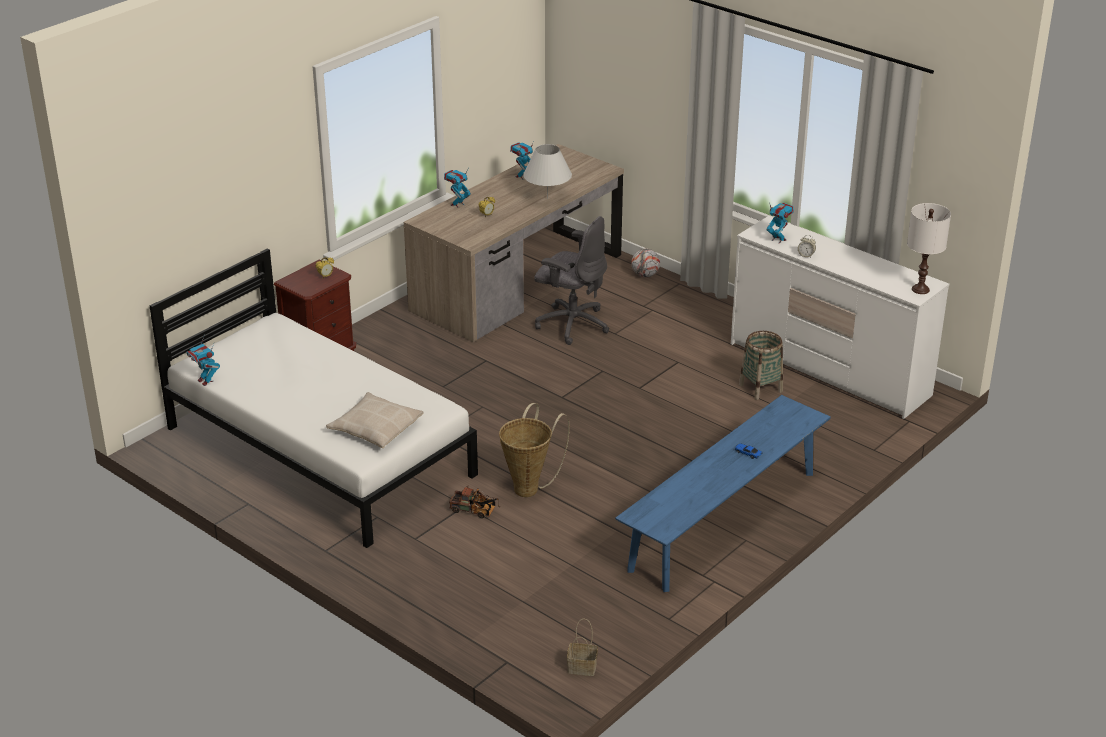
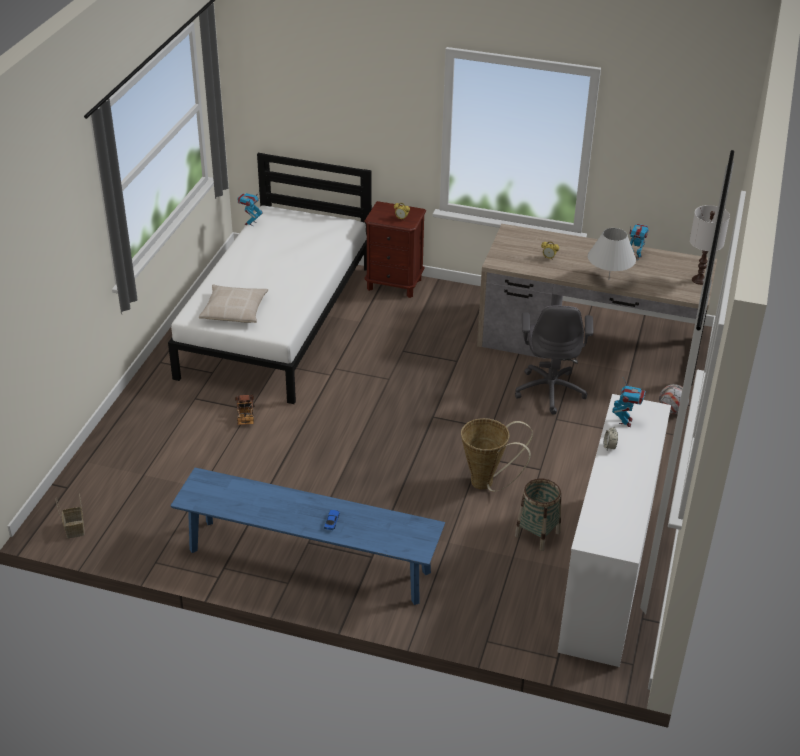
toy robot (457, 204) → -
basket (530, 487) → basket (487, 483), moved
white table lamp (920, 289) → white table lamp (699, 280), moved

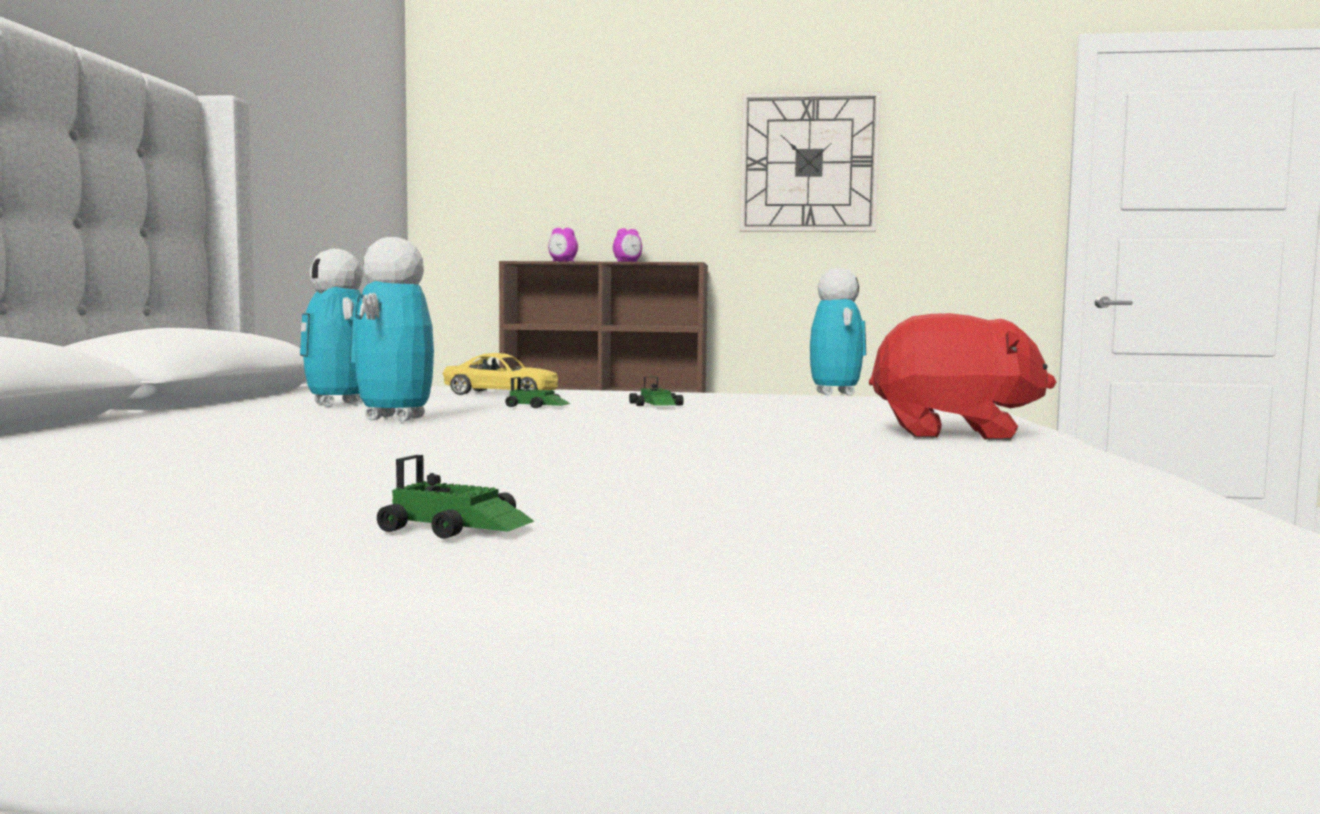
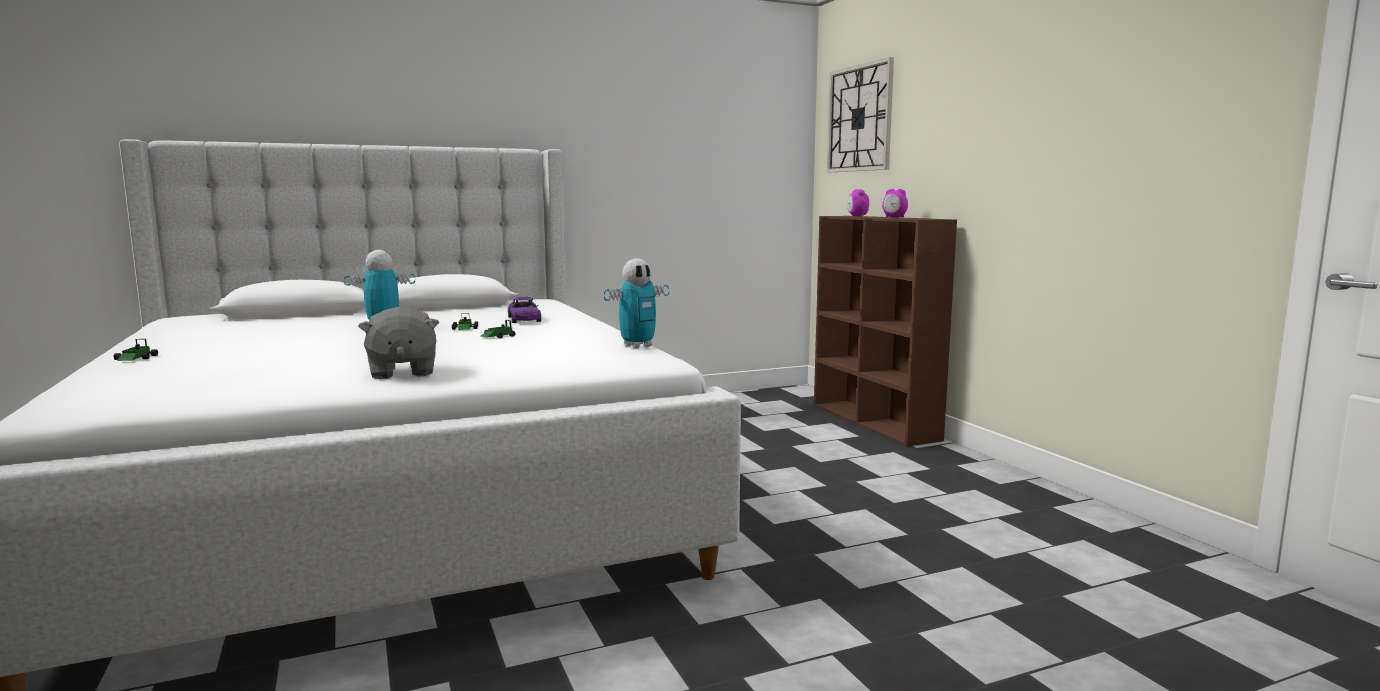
toy robot (338, 404) → -
wall clock (808, 163) → wall clock (859, 118), moved
yellow toy car (501, 394) → purple toy car (524, 319)
red plush toy (953, 433) → grey plush toy (402, 372)

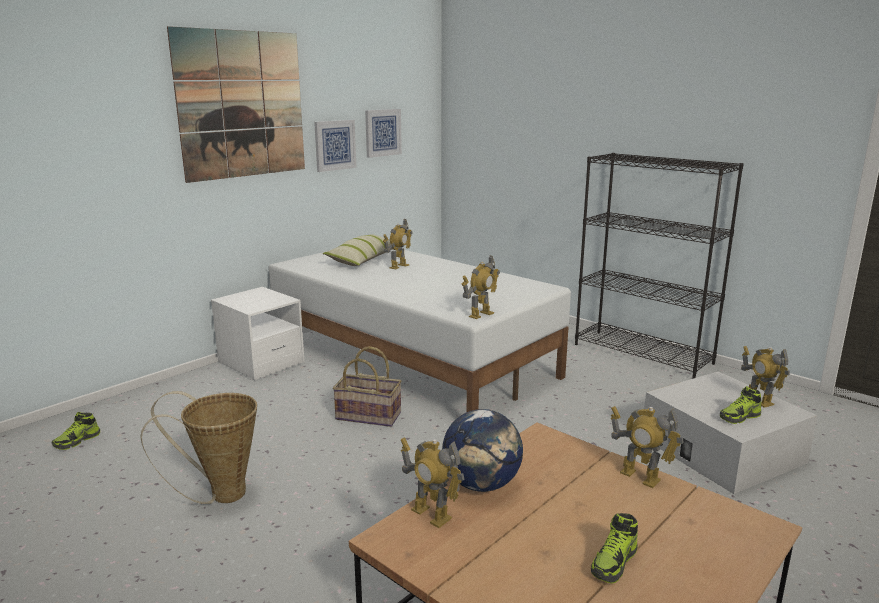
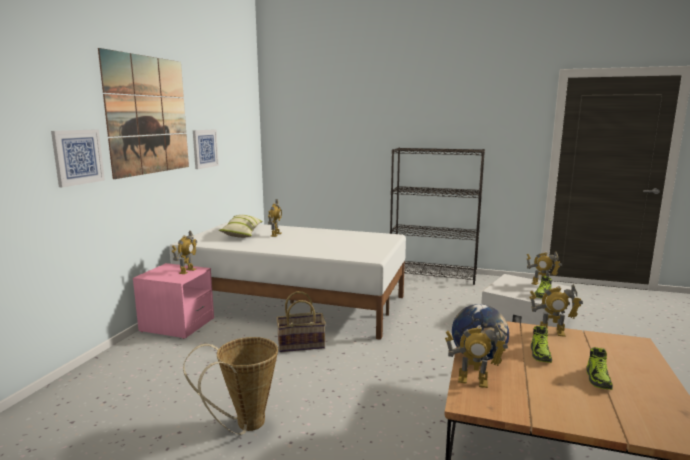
shoe (77, 441) → shoe (540, 354), moved
picture (382, 132) → picture (77, 157), moved
toy robot (480, 314) → toy robot (187, 271), moved
white nightstand (261, 363) → pink nightstand (177, 325)

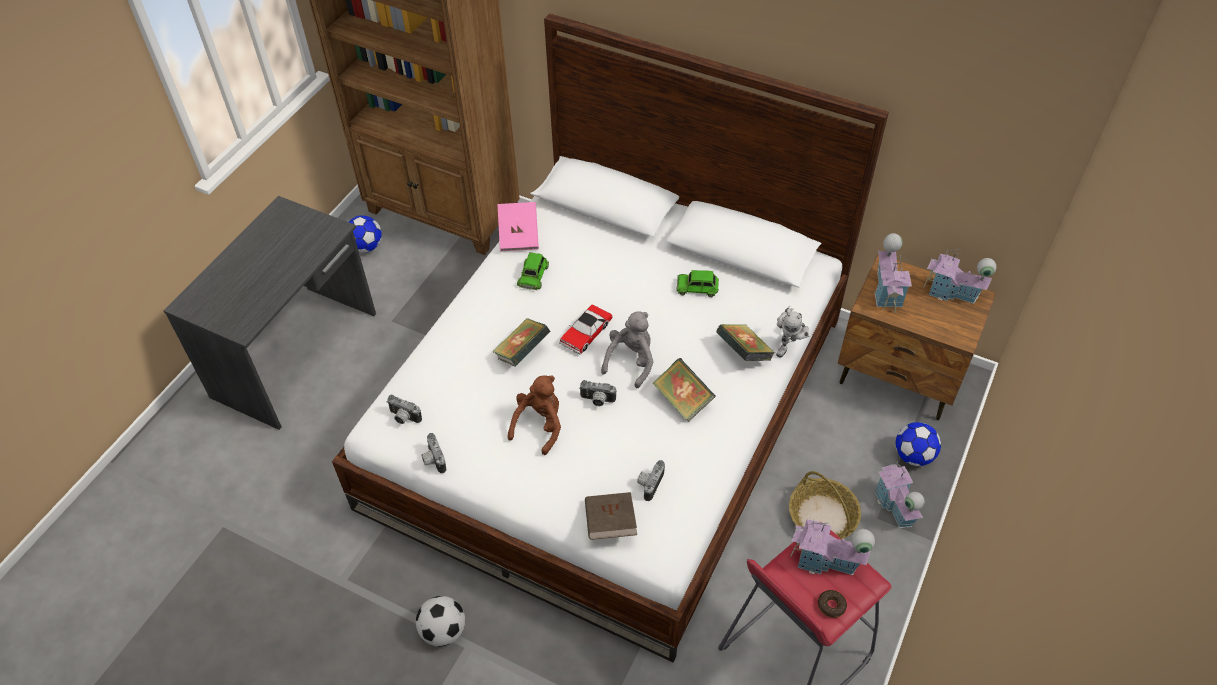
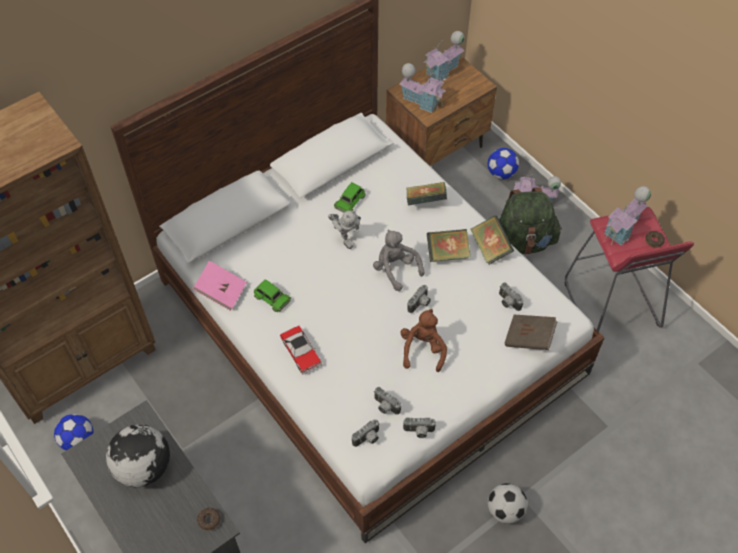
- → globe (143, 467)
- → donut (209, 520)
- → photo camera (385, 407)
book (522, 352) → book (490, 248), moved
toy car (585, 333) → toy car (301, 352), moved
toy robot (789, 346) → toy robot (344, 237), moved
basket (823, 516) → green backpack (522, 242)
brown plush toy (540, 425) → brown plush toy (423, 349), 45 degrees clockwise

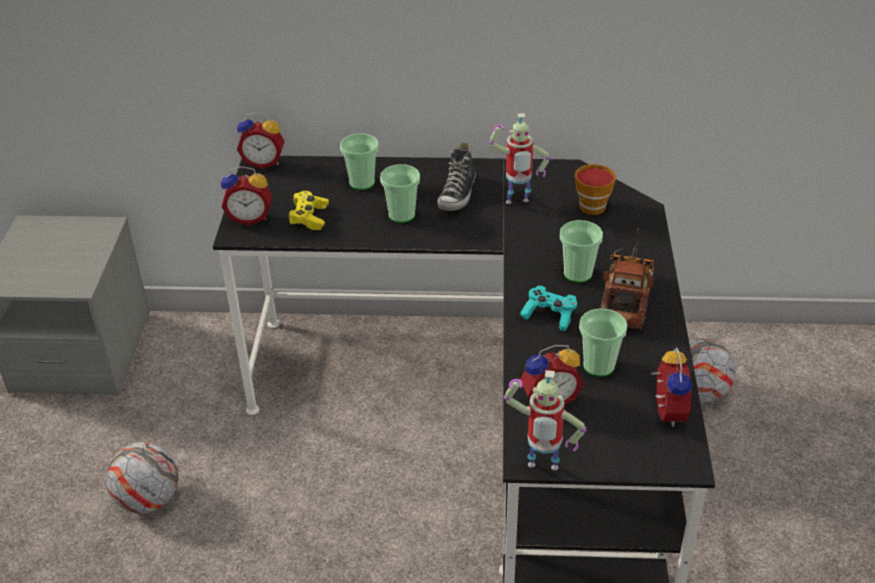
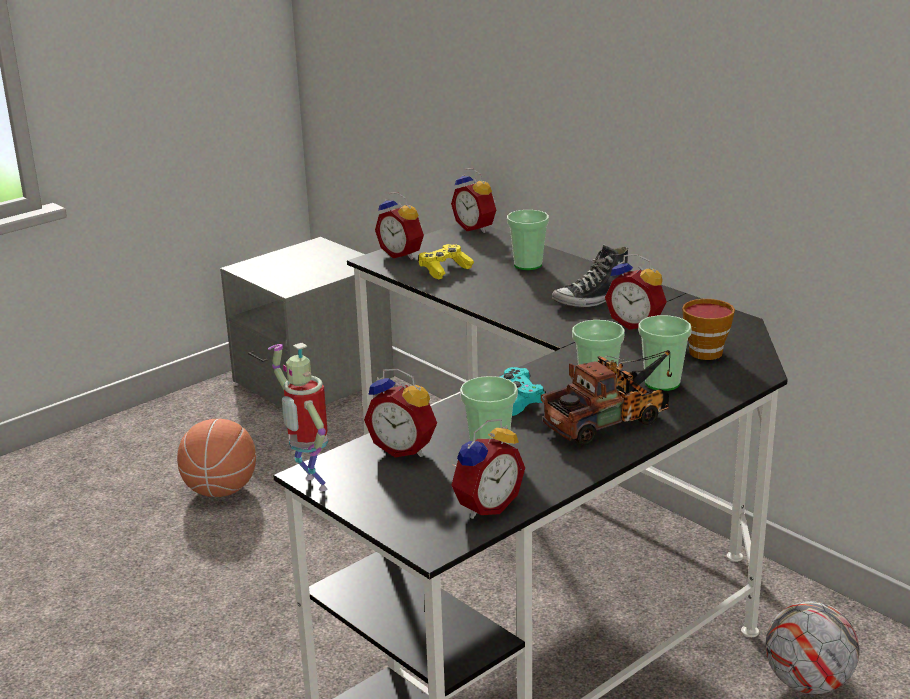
cup (401, 215) → cup (662, 383), moved
football (148, 500) → basketball (221, 490)
toy robot (517, 203) → alarm clock (636, 324)

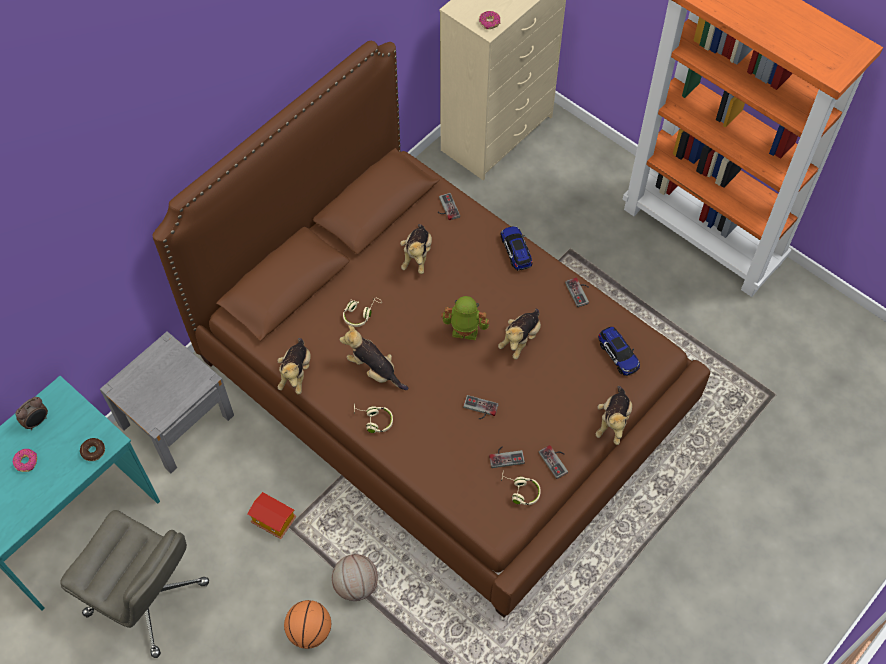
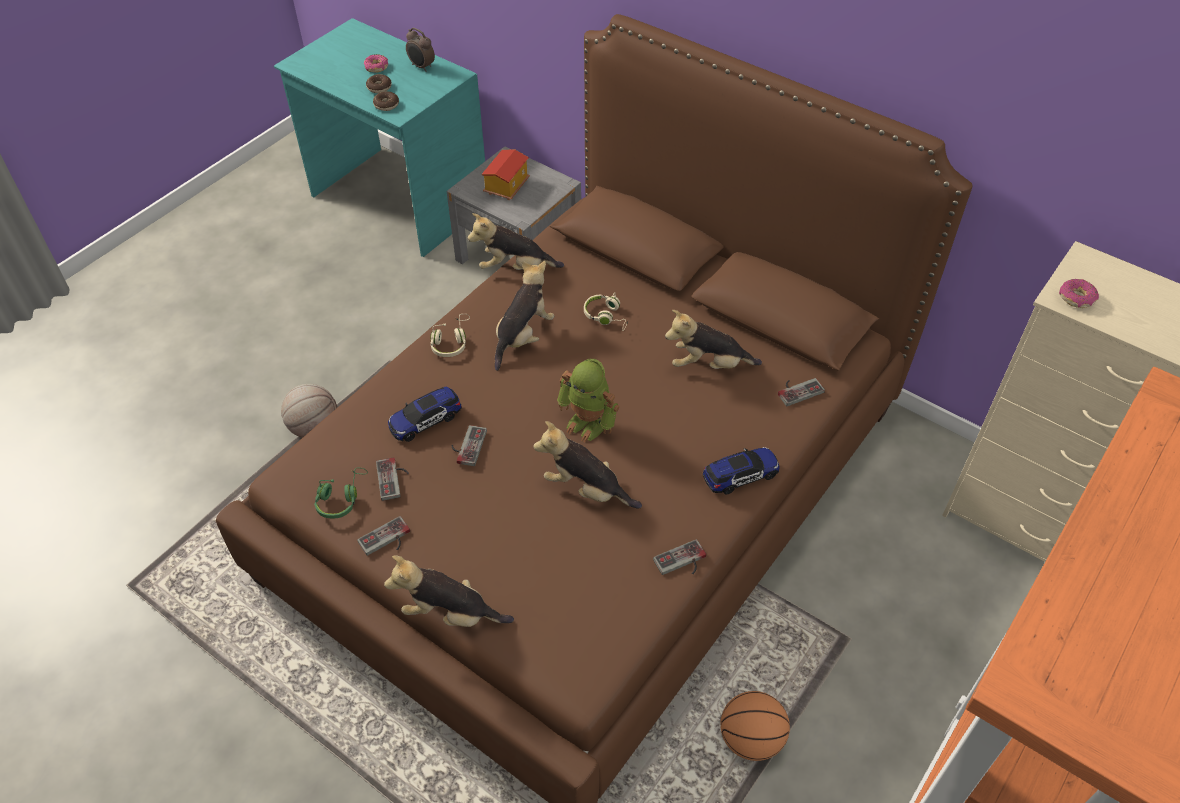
grey office chair (148, 598) → -
- → donut (379, 87)
toy house (273, 521) → toy house (506, 186), moved
basketball (309, 631) → basketball (751, 739), moved
toy car (618, 354) → toy car (425, 420), moved
beige headphones (520, 491) → green headphones (341, 498)
toy robot (464, 333) → toy robot (589, 423), 120 degrees clockwise

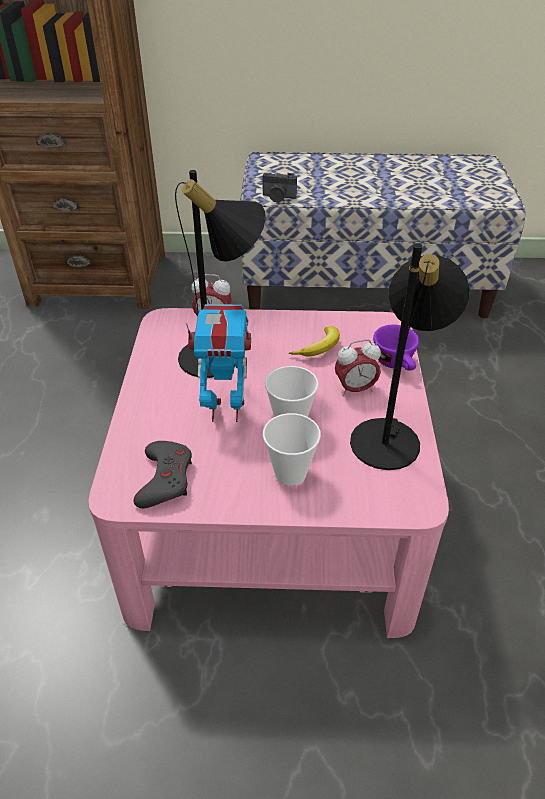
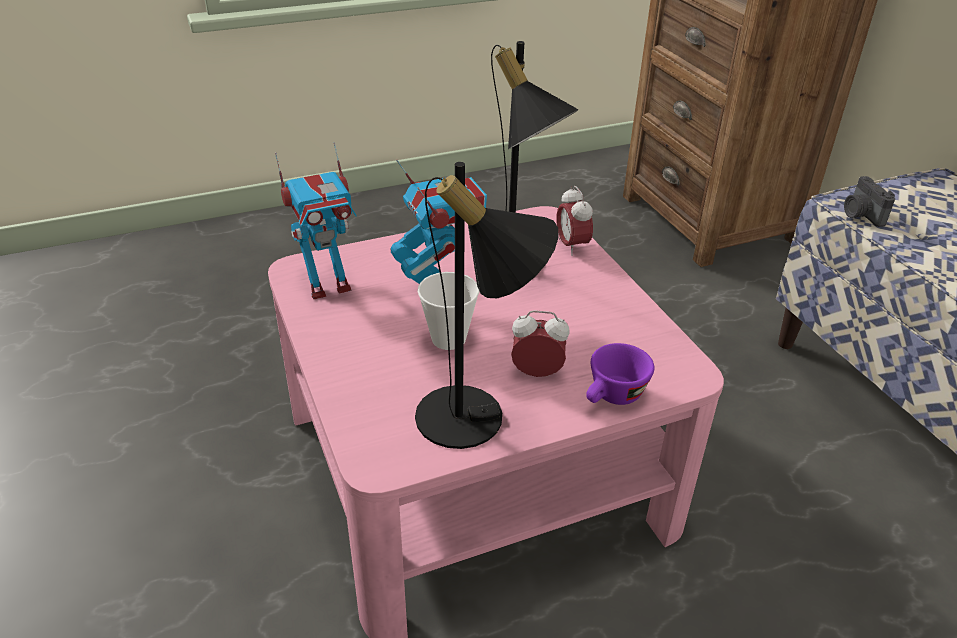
cup (290, 473) → -
banana (319, 348) → -
grey game controller (165, 478) → toy robot (328, 286)
alarm clock (355, 389) → alarm clock (537, 373), 135 degrees clockwise

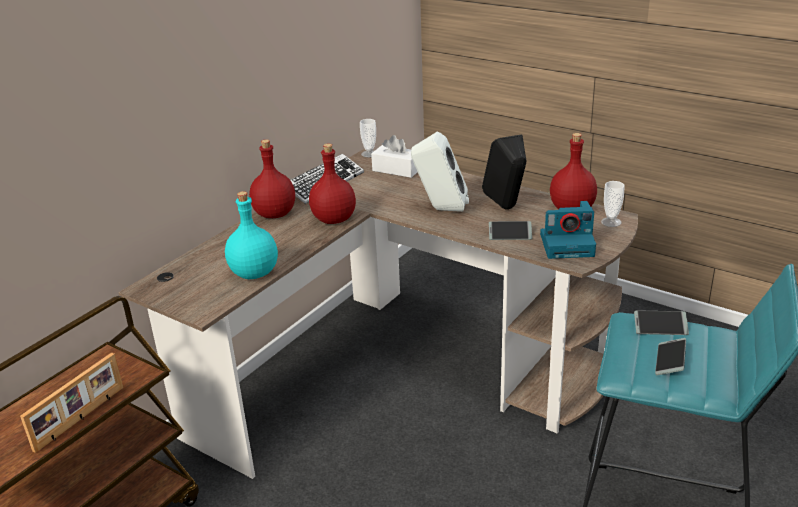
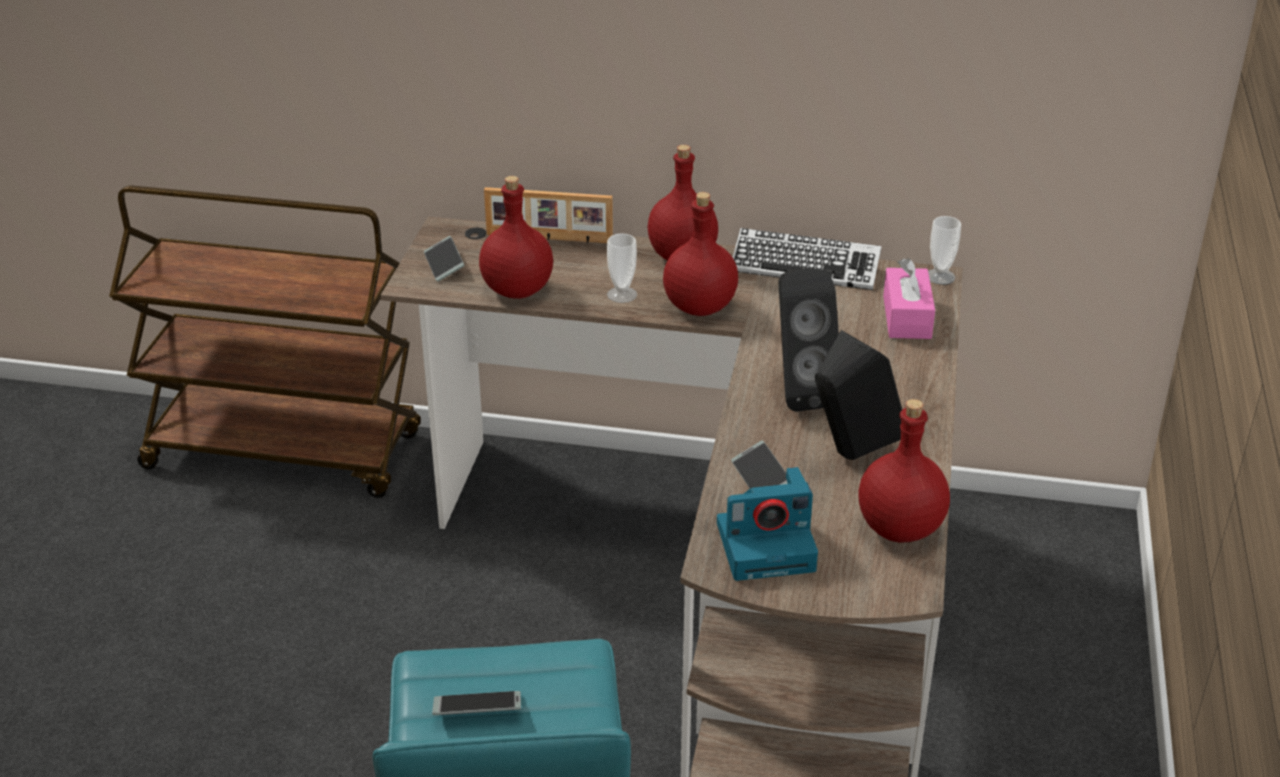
picture frame (81, 418) → picture frame (549, 239), moved
cup (611, 222) → cup (622, 295), moved
phone (660, 327) → phone (444, 265), moved
turquoise bottle (253, 273) → red bottle (517, 289)
white tissue box (396, 169) → pink tissue box (907, 317)
white speaker (440, 209) → black speaker (798, 392)
photo camera (568, 244) → photo camera (767, 545), 75 degrees counterclockwise

